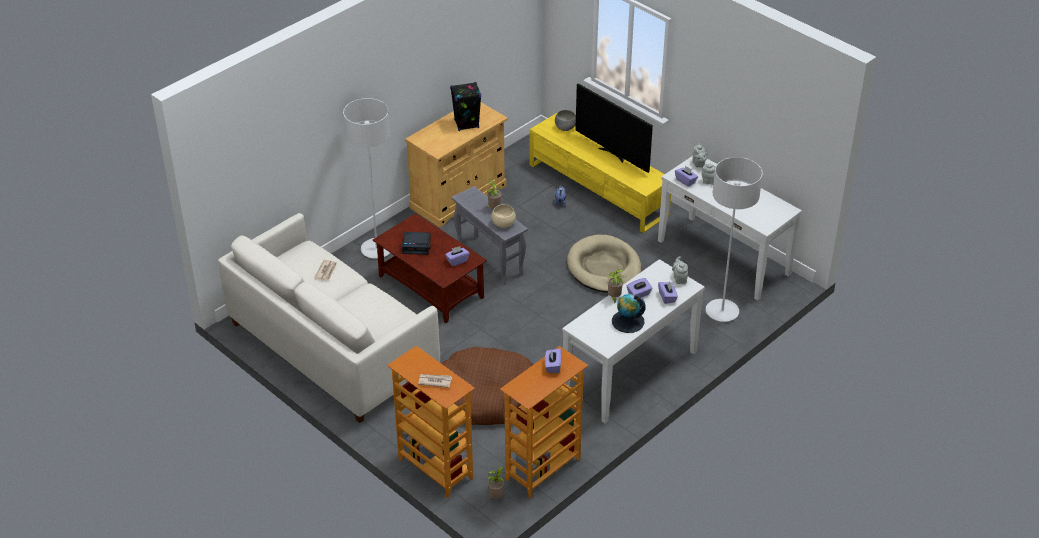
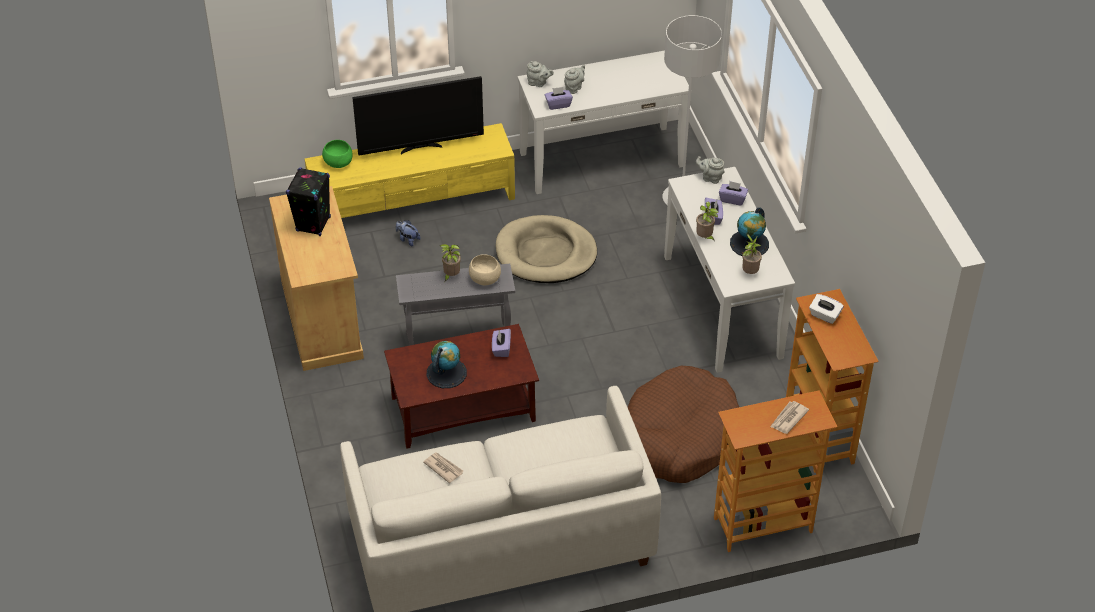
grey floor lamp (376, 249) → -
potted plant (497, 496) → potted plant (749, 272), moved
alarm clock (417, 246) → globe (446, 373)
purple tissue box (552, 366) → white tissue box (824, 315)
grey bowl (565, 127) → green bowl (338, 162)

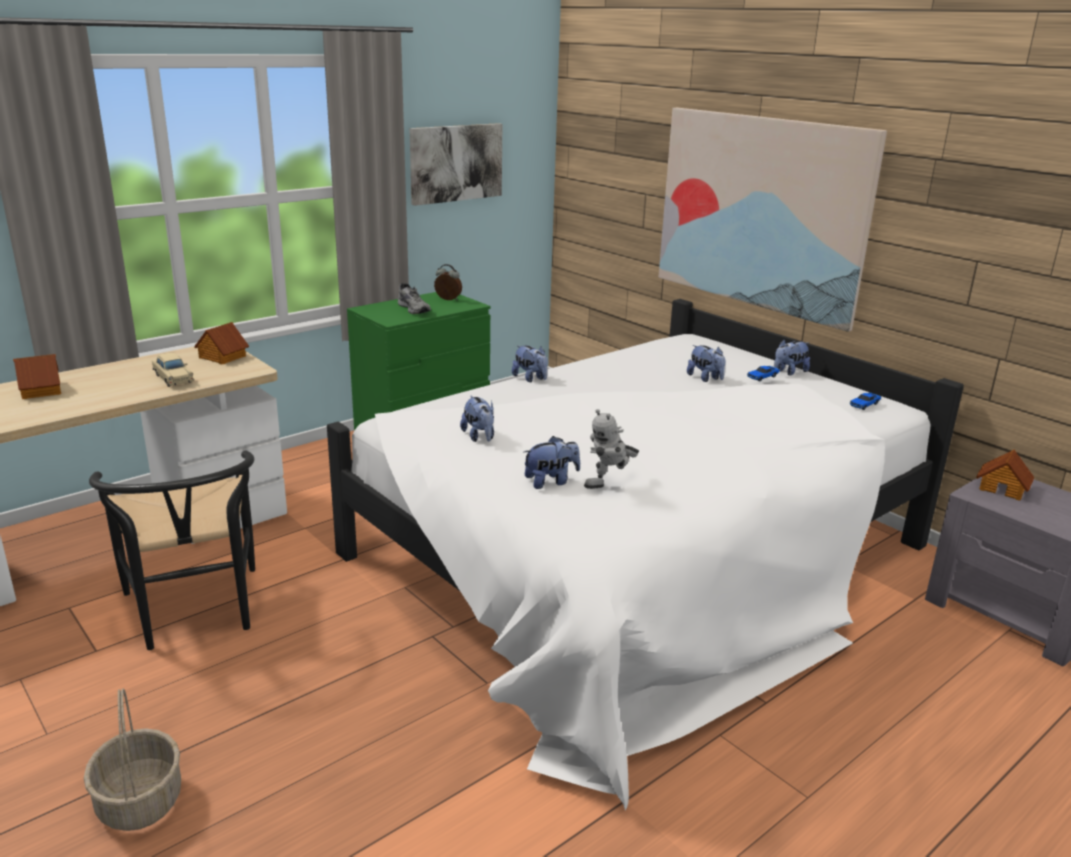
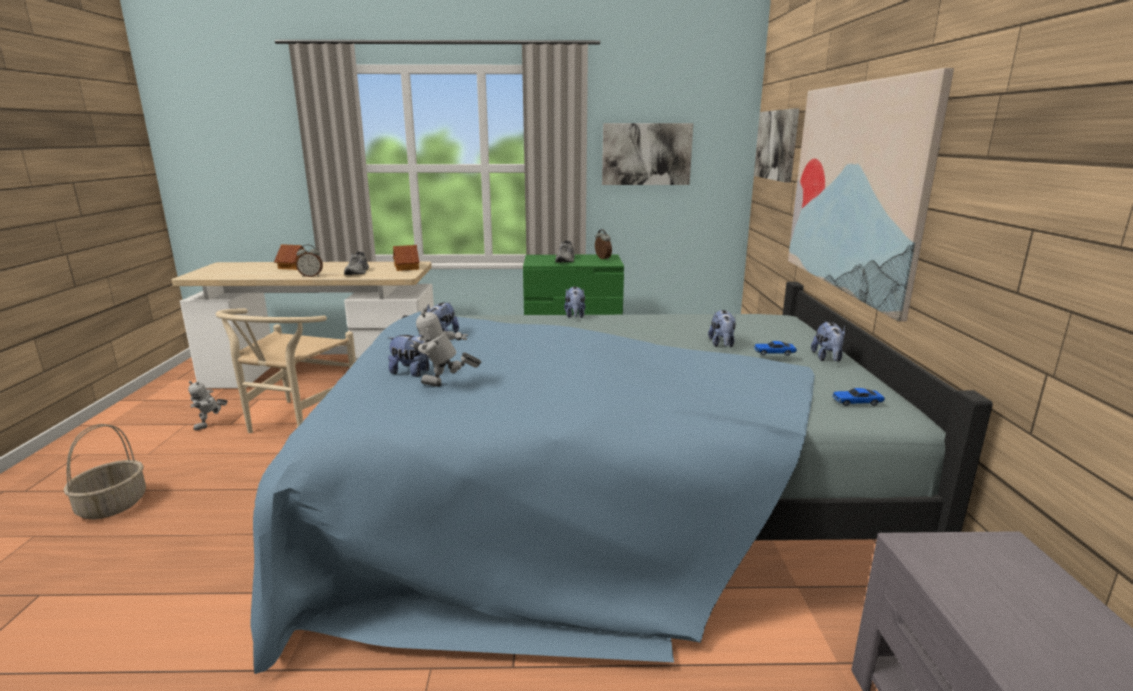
toy house (1003, 488) → -
- → toy robot (212, 425)
- → alarm clock (311, 276)
- → picture (777, 145)
beige toy car (173, 378) → grey shoe (358, 272)
black chair (195, 614) → beige chair (295, 423)
white bed (640, 562) → blue bed (595, 501)
plush toy (789, 372) → plush toy (827, 358), 90 degrees counterclockwise

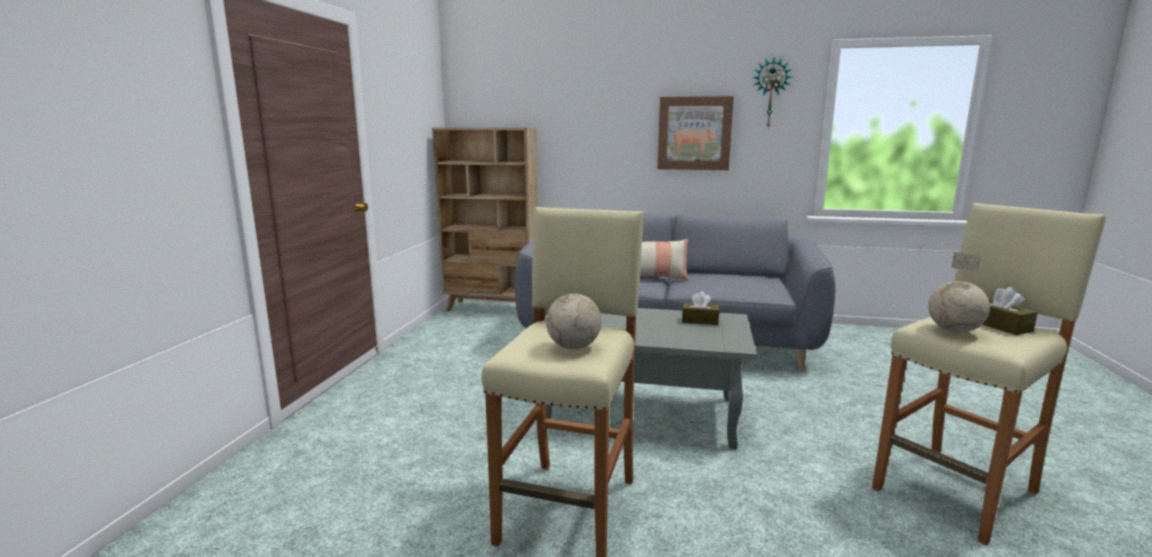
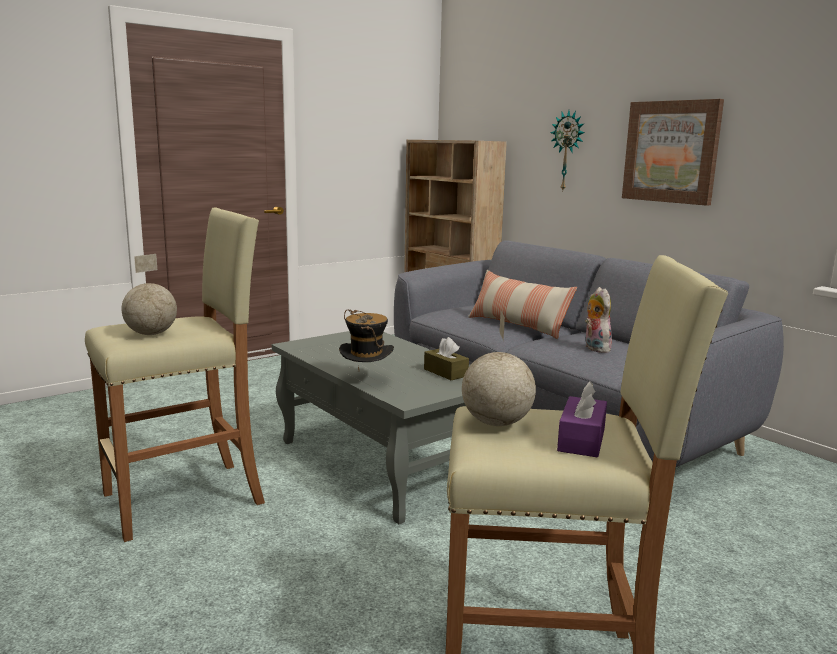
- → hat (366, 381)
- → plush toy (594, 348)
wall clock (770, 93) → wall clock (568, 151), moved
brown tissue box (1000, 326) → purple tissue box (581, 440)

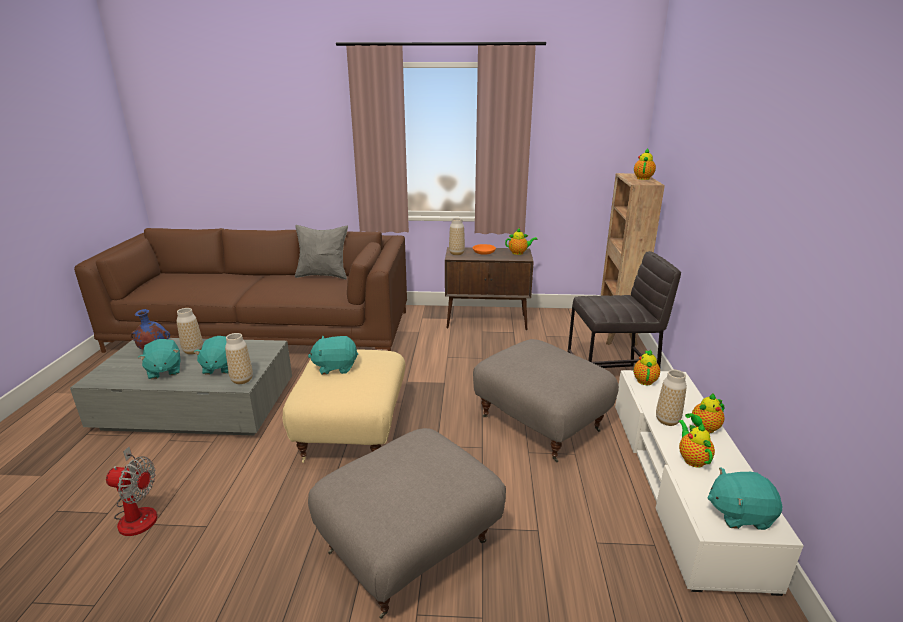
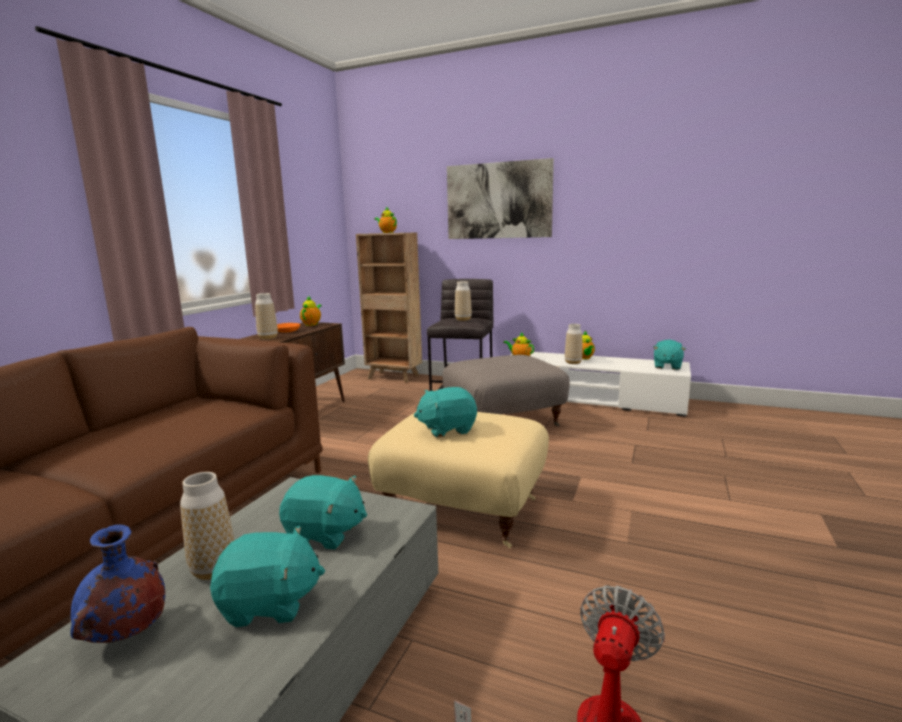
grey pillow (323, 275) → -
grey ottoman (410, 549) → -
teapot (692, 459) → -
- → picture (498, 201)
vase (242, 380) → vase (463, 319), moved
turquoise plush toy (335, 367) → turquoise plush toy (447, 429), 60 degrees clockwise

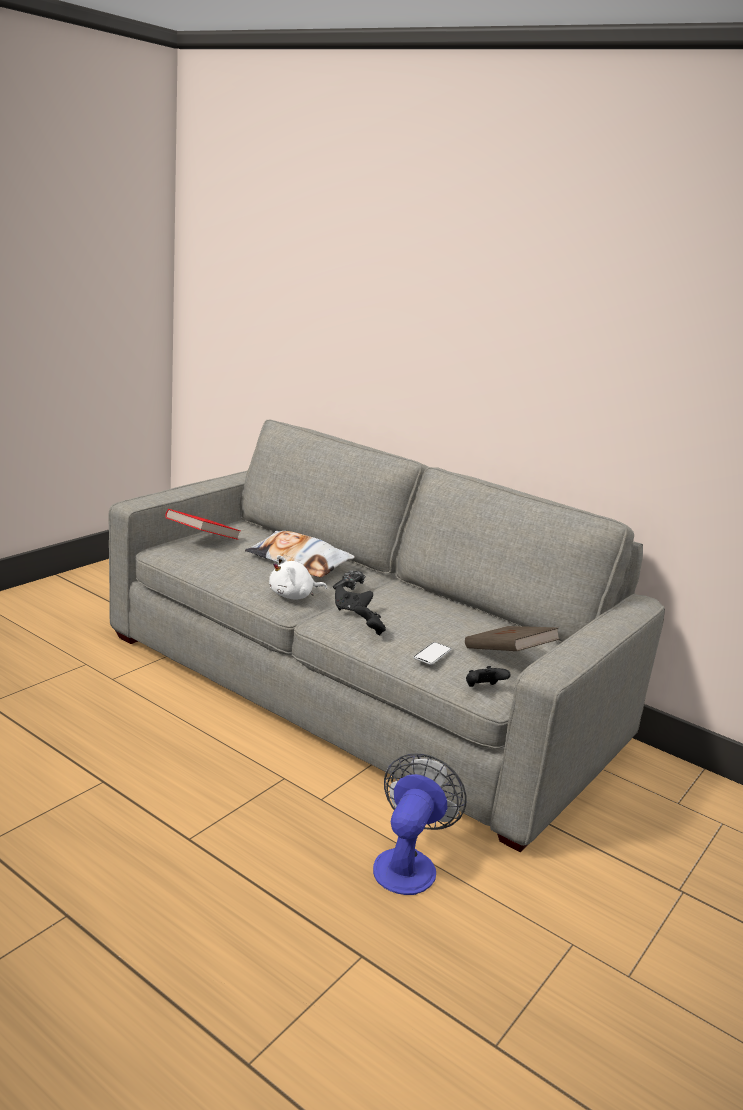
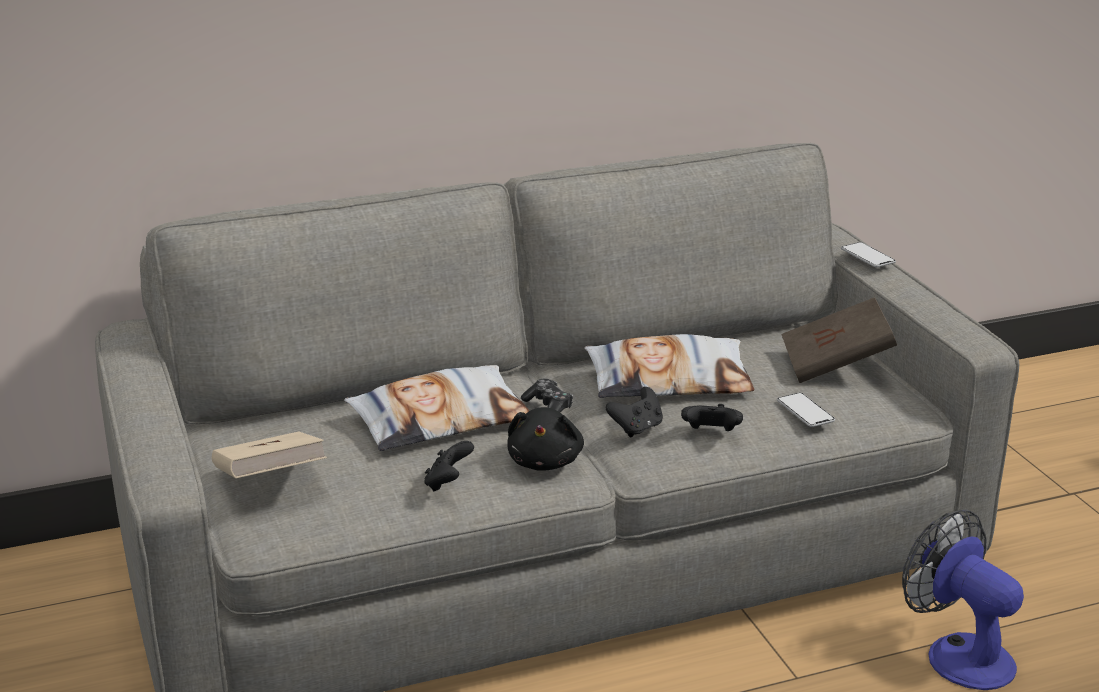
- → pillow (669, 380)
- → phone (867, 256)
black game controller (483, 688) → black game controller (448, 483), moved
red book (202, 539) → beige book (269, 481)
white plush toy (293, 596) → black plush toy (545, 461)

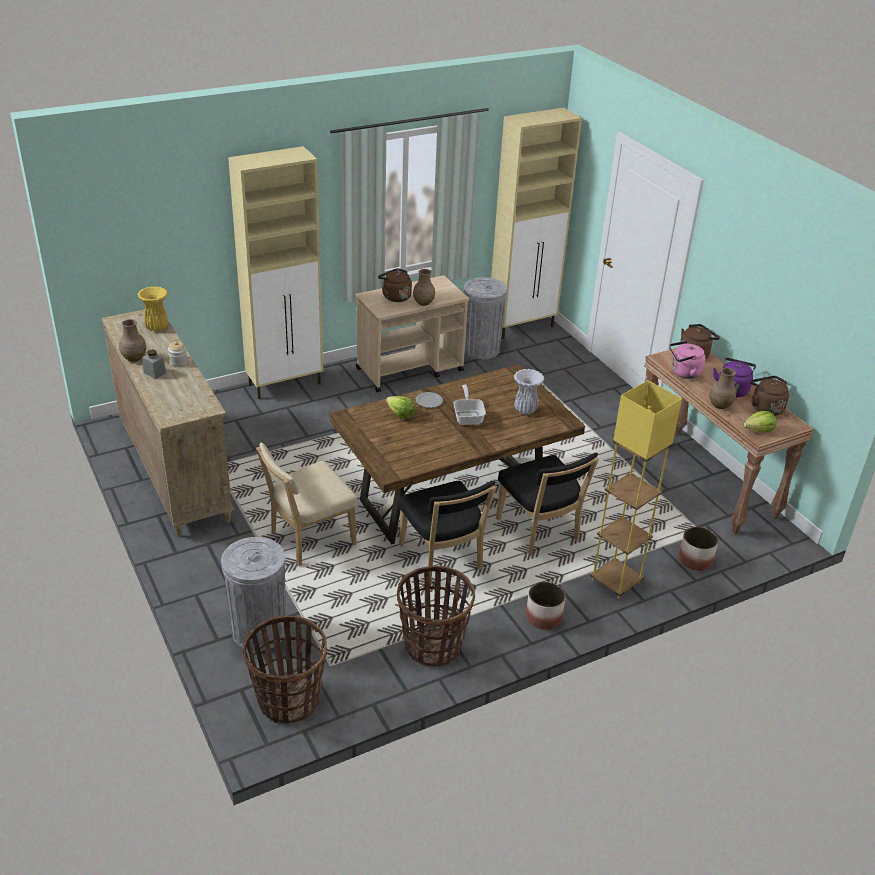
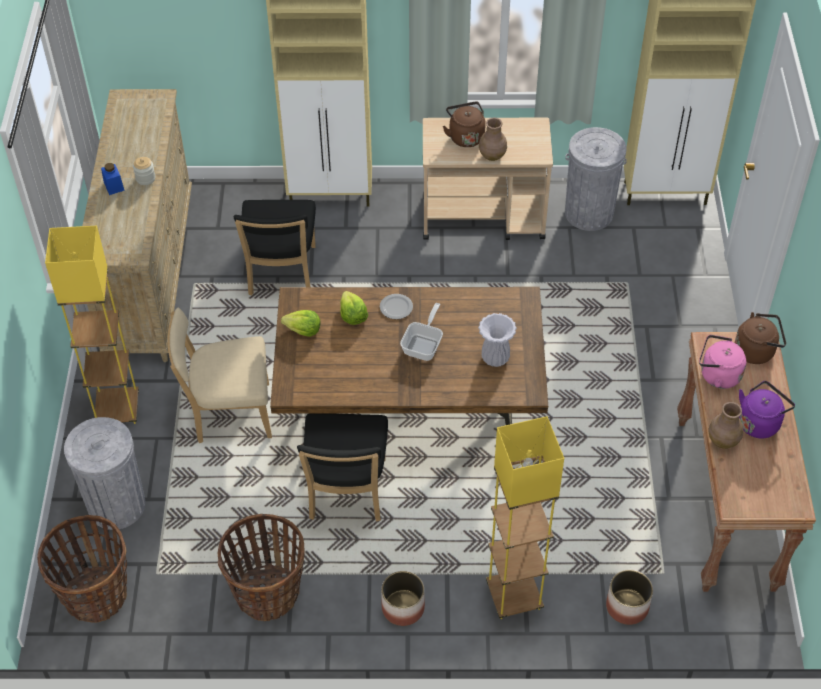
brown vase (134, 358) → -
yellow vase (157, 327) → -
brown kettle (765, 408) → -
- → yellow floor lamp (117, 409)
black chair (539, 532) → black chair (281, 274), moved
lettuce (759, 430) → lettuce (303, 330), moved
grey jar (154, 373) → blue jar (114, 186)

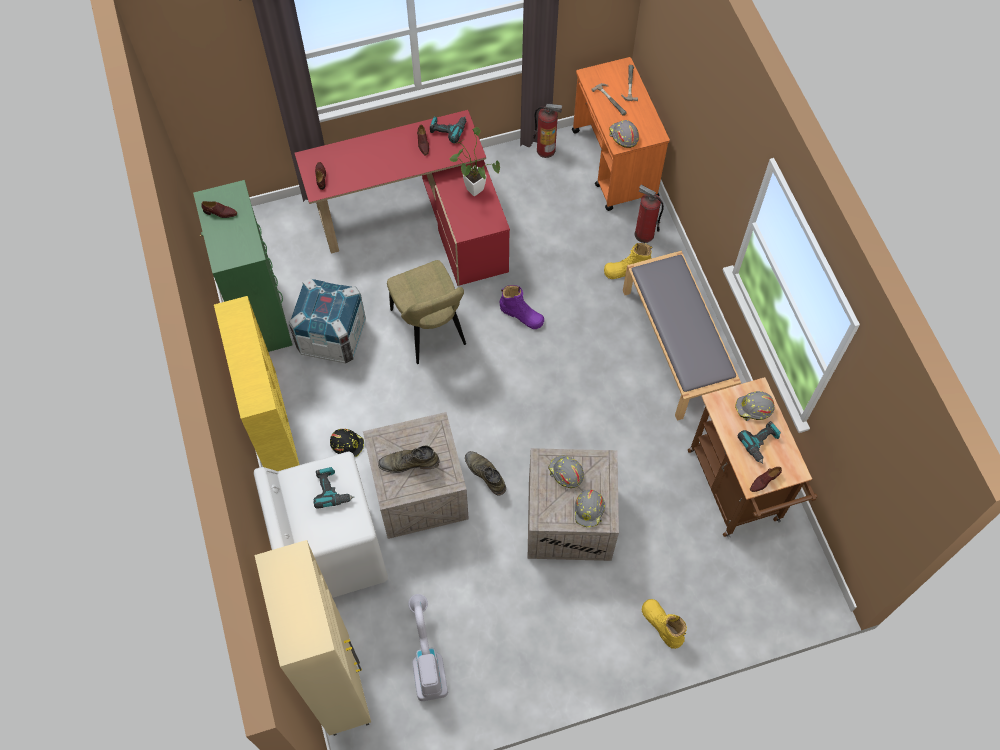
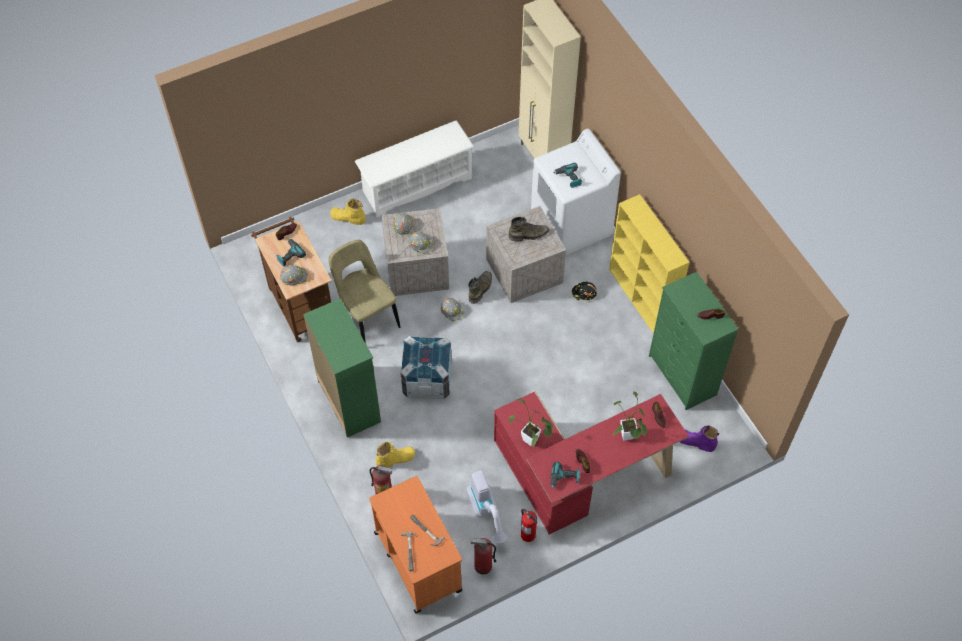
- → white shoe rack (416, 185)
- → fire extinguisher (527, 534)
- → potted plant (627, 438)
crate (332, 336) → crate (427, 380), moved
beige chair (430, 330) → beige chair (366, 317), moved
vacuum cleaner (427, 660) → vacuum cleaner (486, 513), moved
purple boot (521, 315) → purple boot (696, 442), moved
grey hard hat (623, 136) → grey hard hat (452, 311), moved
grey bench (677, 346) → green dresser (349, 401)
green boot (485, 474) → green boot (480, 288), 105 degrees counterclockwise
yellow boot (662, 625) → yellow boot (348, 218), 150 degrees clockwise

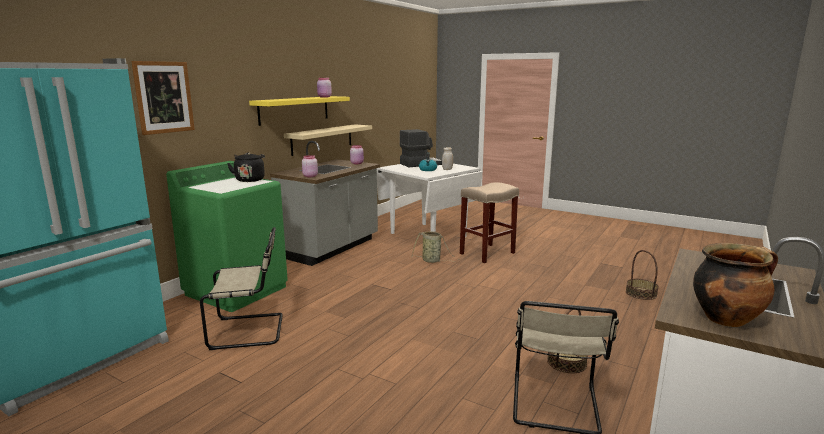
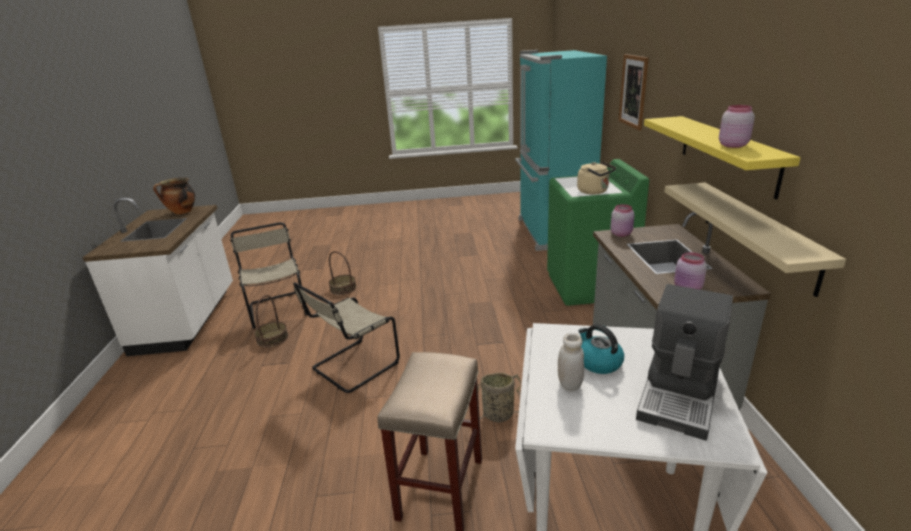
beige chair (250, 331) → beige chair (352, 367), moved
basket (641, 293) → basket (343, 288), moved
black kettle (250, 180) → beige kettle (594, 191)

